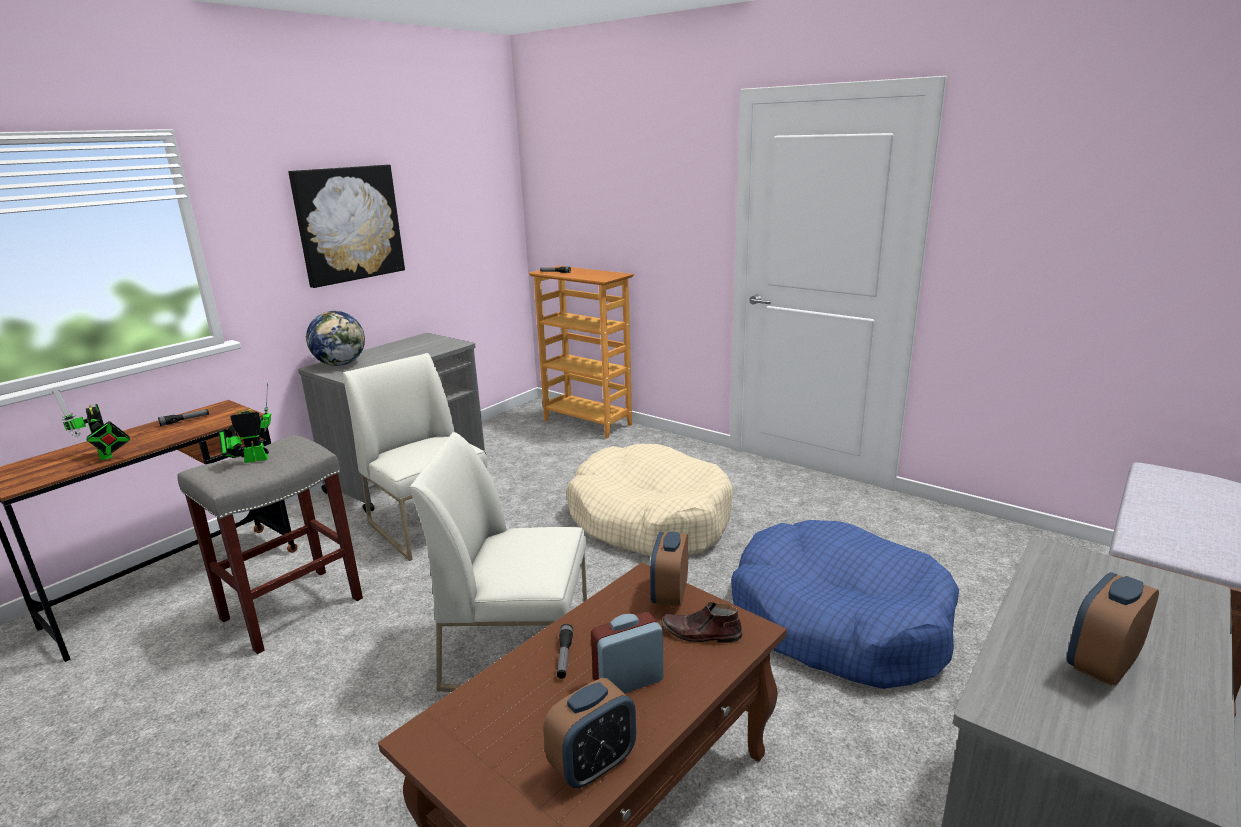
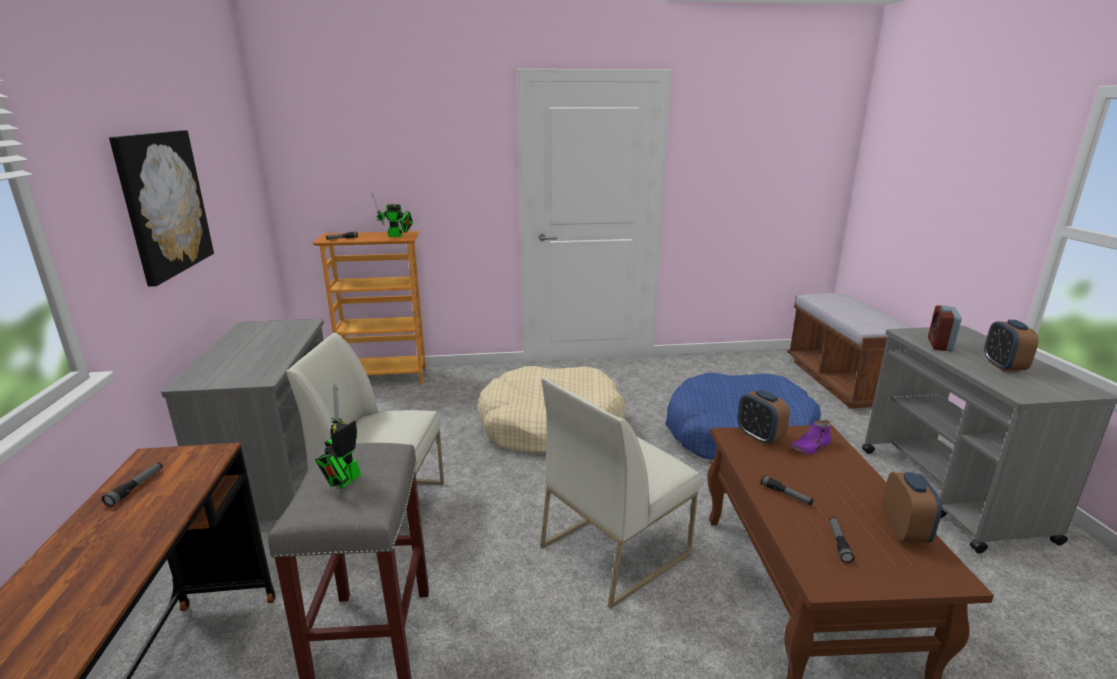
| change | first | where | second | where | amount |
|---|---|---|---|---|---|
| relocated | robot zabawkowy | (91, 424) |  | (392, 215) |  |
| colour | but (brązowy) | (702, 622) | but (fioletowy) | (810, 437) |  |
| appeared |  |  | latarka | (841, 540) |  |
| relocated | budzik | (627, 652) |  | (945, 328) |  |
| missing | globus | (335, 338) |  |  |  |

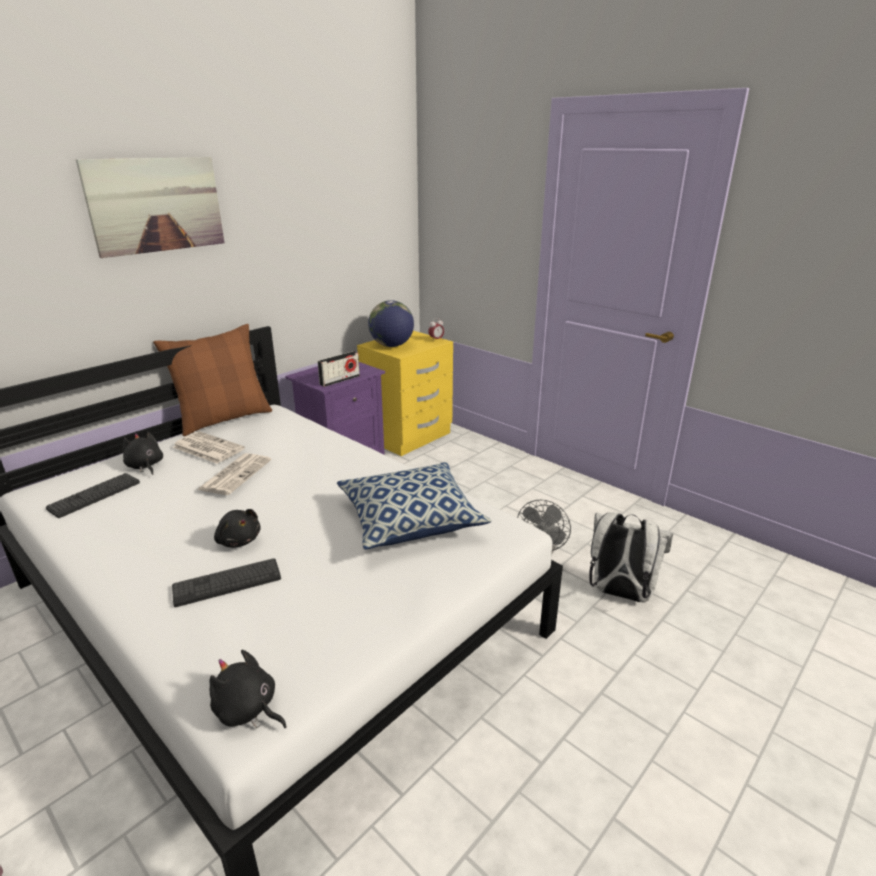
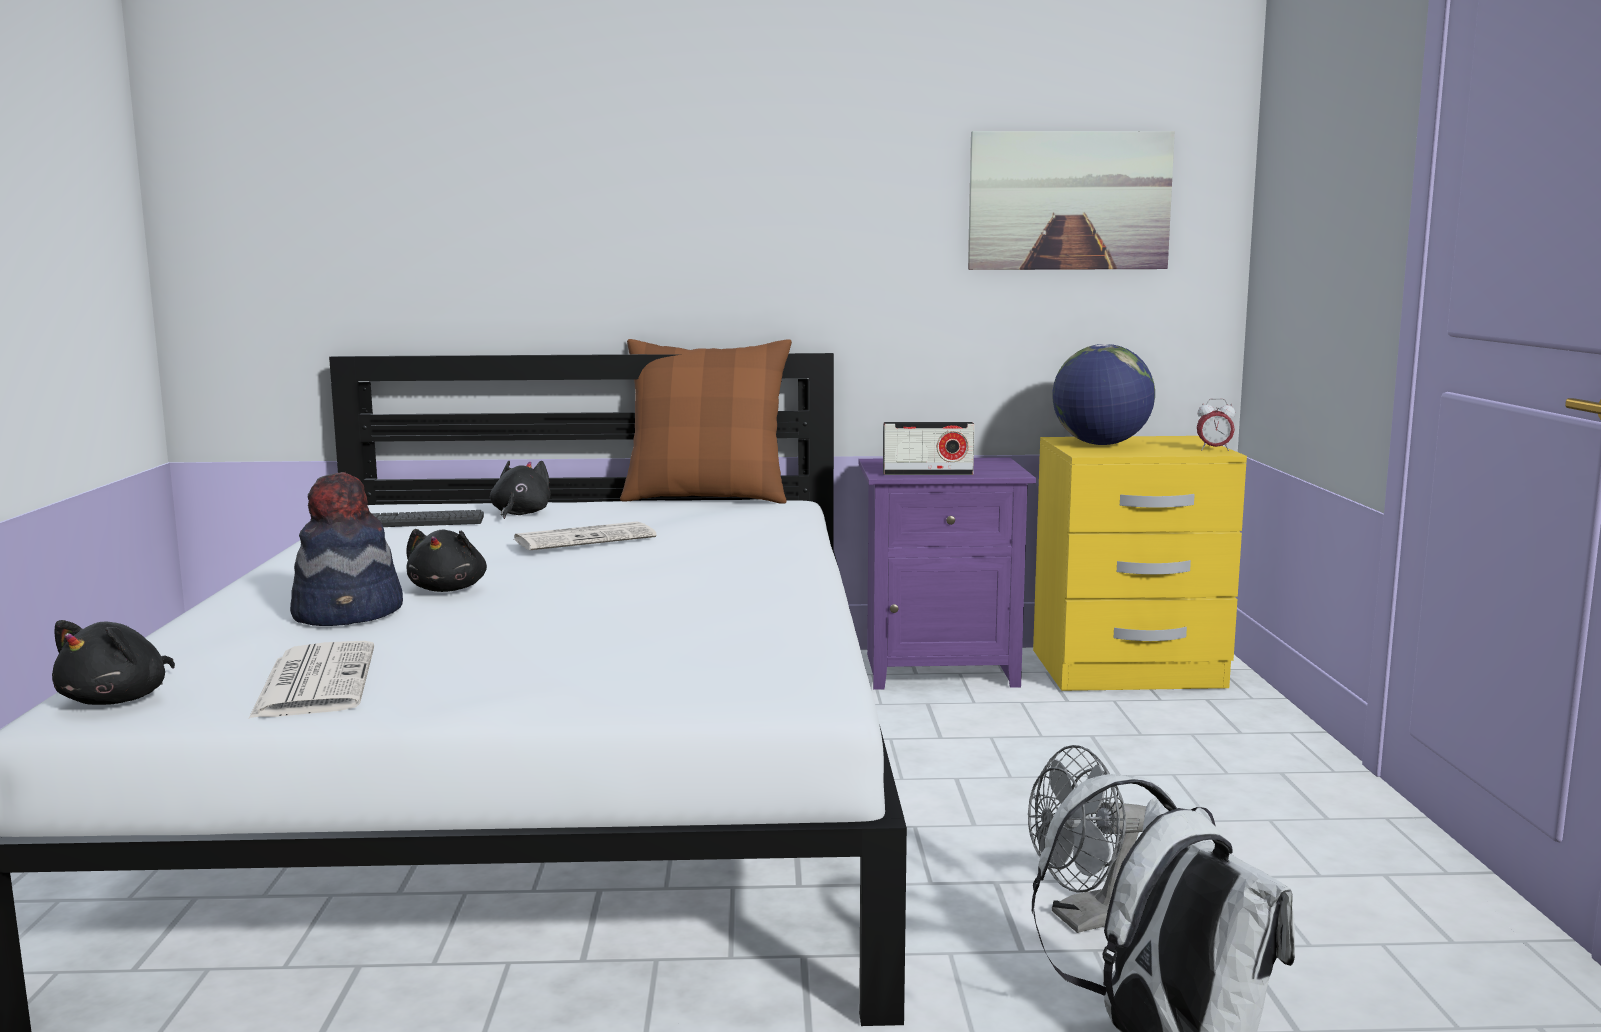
| change | first | where | second | where | amount |
|---|---|---|---|---|---|
| spun | pluszak (czarny) | (248, 689) |  | (113, 662) | 150 degrees counterclockwise |
| relocated | gazeta | (209, 447) |  | (311, 680) |  |
| exchanged | klawiatura | (226, 582) | kapelusz | (346, 549) |  |
| relocated | obraz | (150, 207) |  | (1071, 200) |  |
| missing | poduszka | (414, 506) |  |  |  |

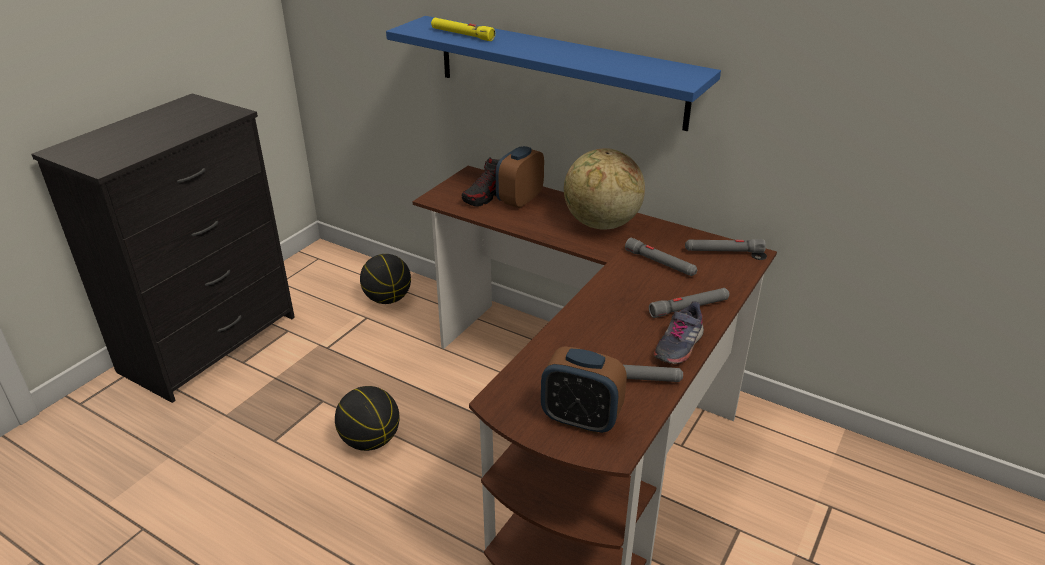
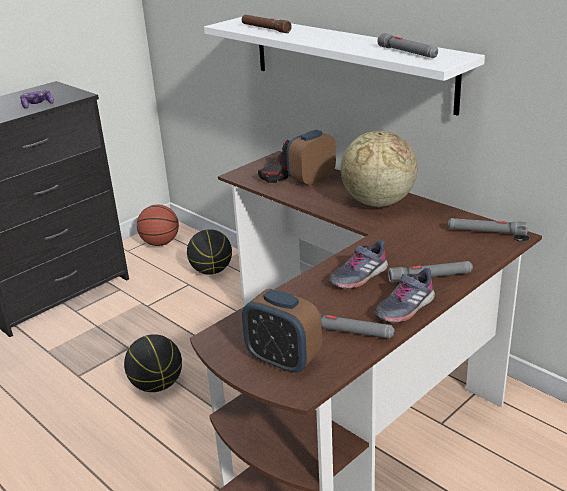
| change | first | where | second | where | amount |
|---|---|---|---|---|---|
| appeared |  |  | pad do gier | (37, 99) |  |
| appeared |  |  | piłka do koszykówki | (158, 225) |  |
| colour | półka (niebieski) | (553, 73) | półka (biały) | (344, 66) |  |
| colour | latarka (żółty) | (463, 29) | latarka (brązowy) | (267, 24) |  |
| appeared |  |  | but (szary) | (358, 264) |  |
| relocated | latarka (szary) | (661, 257) |  | (407, 45) |  |

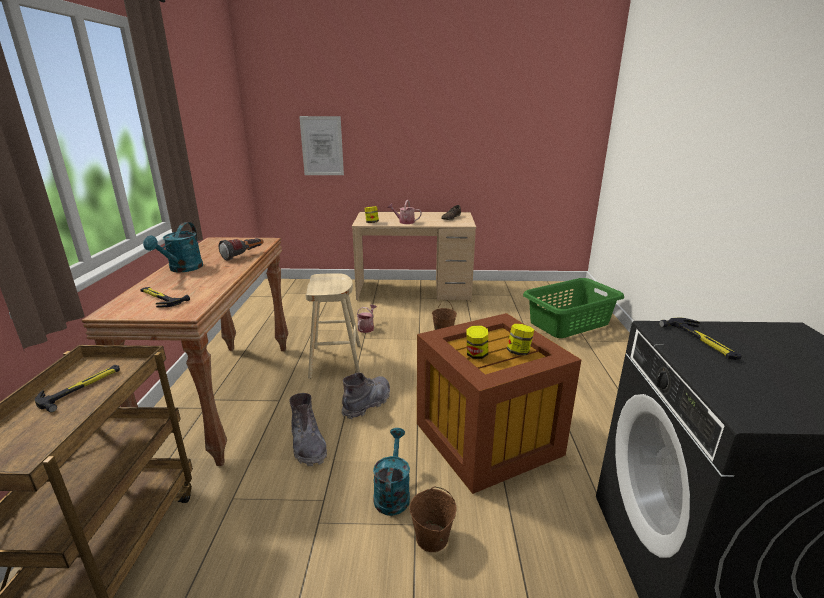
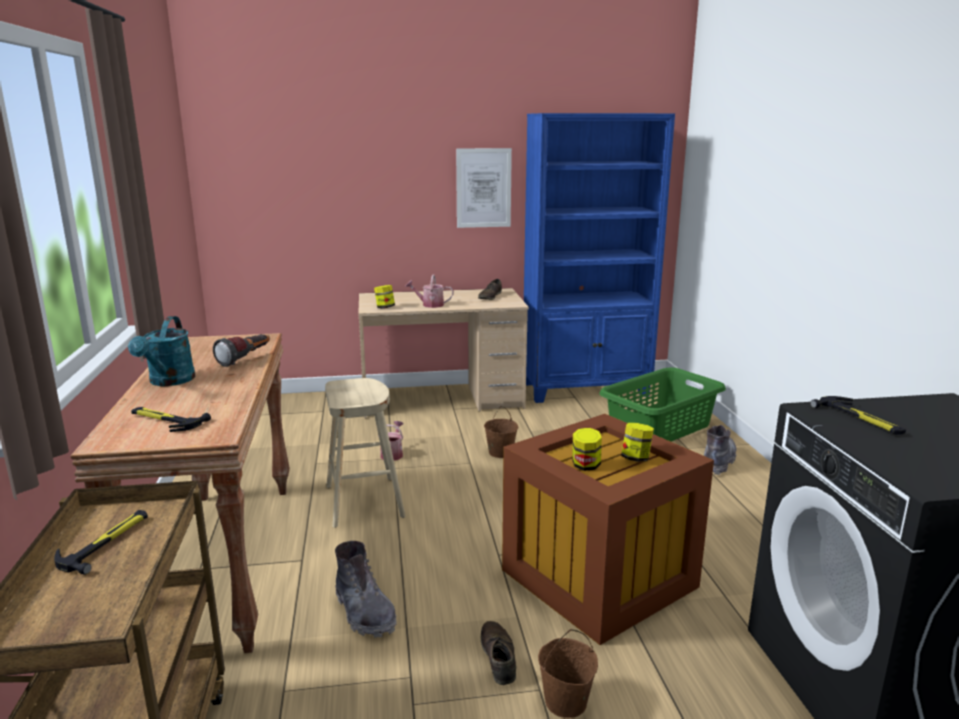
| change | first | where | second | where | amount |
|---|---|---|---|---|---|
| relocated | obraz | (321, 145) |  | (484, 188) |  |
| exchanged | konewka (turkusowy) | (391, 472) | but (brązowy) | (498, 653) |  |
| appeared |  |  | regał (niebieski) | (599, 258) |  |
| relocated | but z cholewką (szary) | (366, 395) |  | (720, 450) |  |

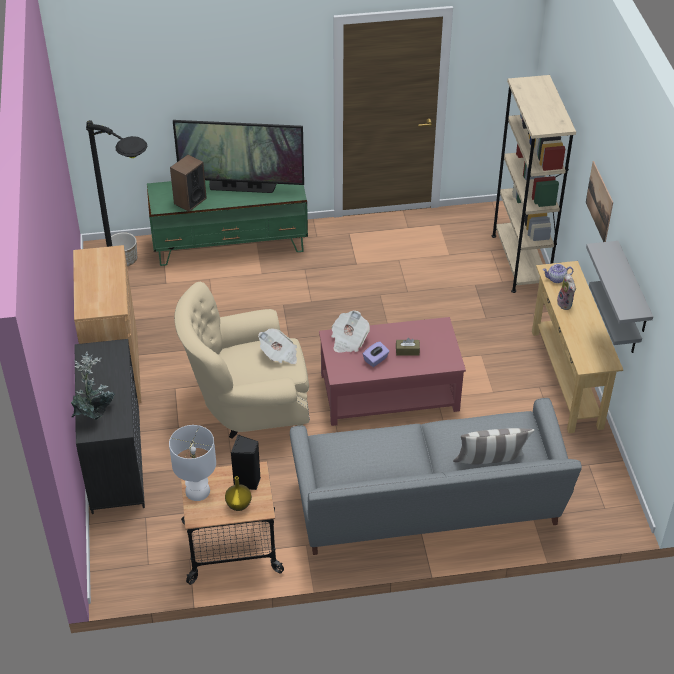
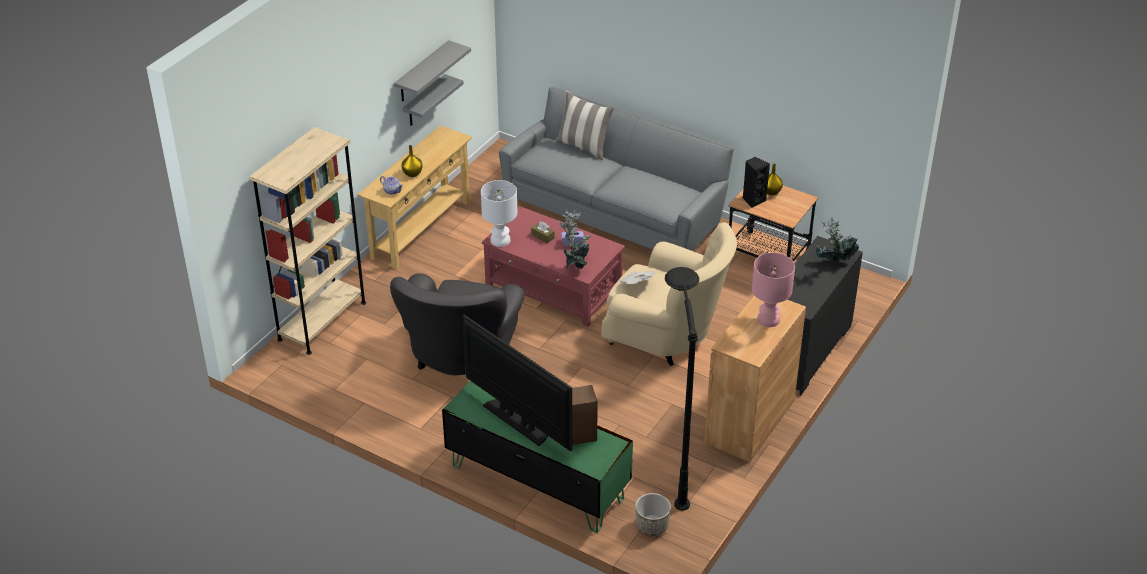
| change | first | where | second | where | amount |
|---|---|---|---|---|---|
| appeared |  |  | fotel (szary) | (457, 324) |  |
| exchanged | pluszak | (566, 292) | wazon (żółty) | (412, 161) |  |
| relocated | lampa stołowa (biały) | (192, 463) |  | (499, 213) |  |
| exchanged | gazeta | (350, 331) | roślina doniczkowa | (574, 239) |  |
| appeared |  |  | lampa stołowa (różowy) | (773, 290) |  |
| missing | obraz | (599, 201) |  |  |  |

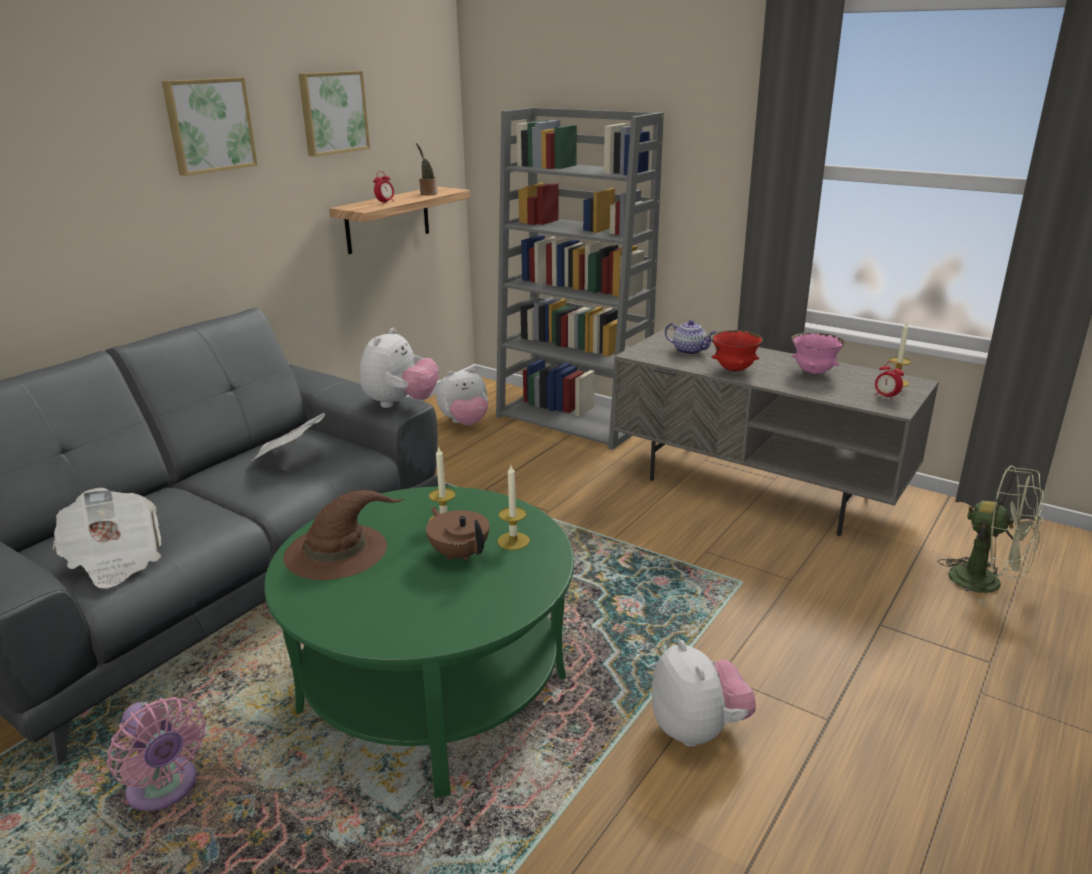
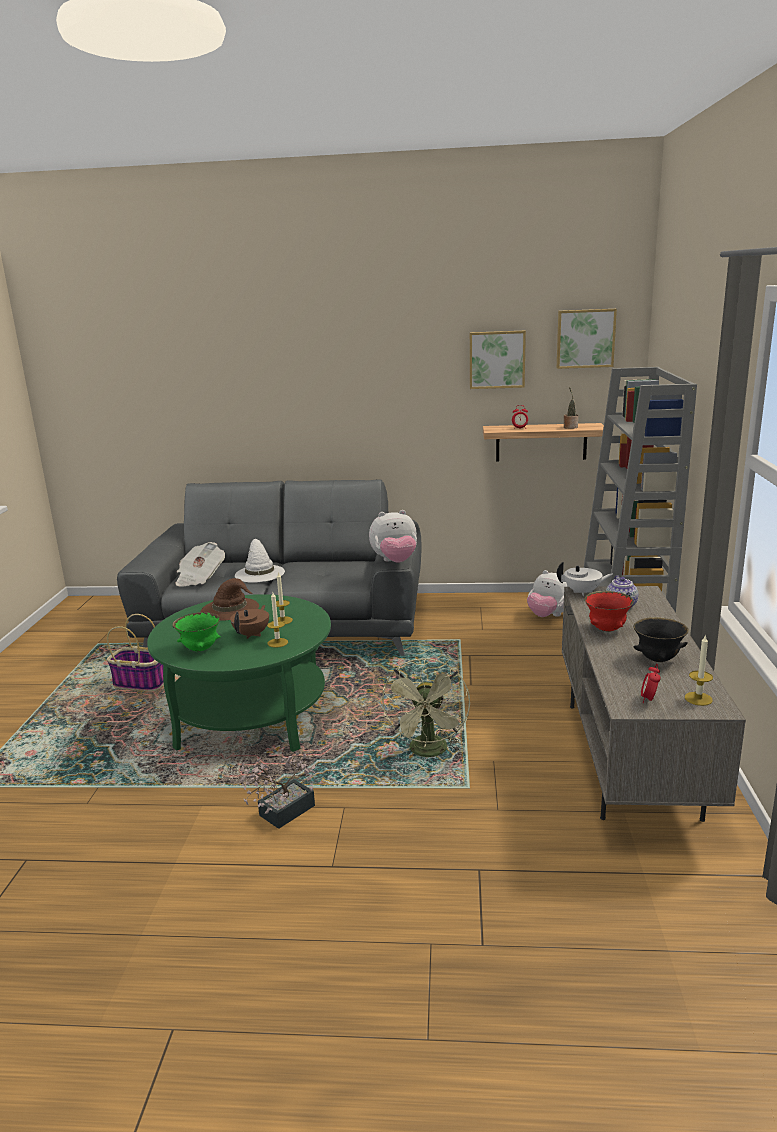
| change | first | where | second | where | amount |
|---|---|---|---|---|---|
| exchanged | wentylator (różowy) | (156, 754) | koszyk | (135, 652) |  |
| appeared |  |  | miska (zielony) | (196, 631) |  |
| appeared |  |  | kapelusz (biały) | (260, 561) |  |
| exchanged | pluszak | (704, 693) | roślina doniczkowa | (277, 790) |  |
| relocated | wentylator (zielony) | (990, 535) |  | (426, 707) |  |
| relocated | obraz | (210, 126) |  | (587, 339) |  |
| appeared |  |  | imbryk (biały) | (585, 579) |  |
| colour | miska (różowy) | (818, 353) | miska (czarny) | (661, 639) |  |
| missing | gazeta | (288, 437) |  |  |  |

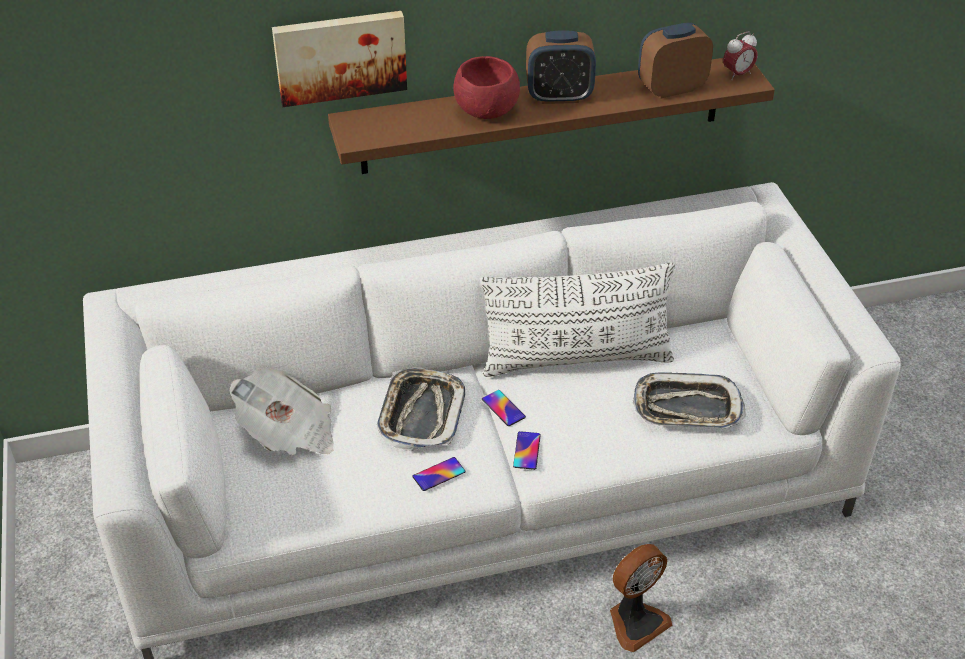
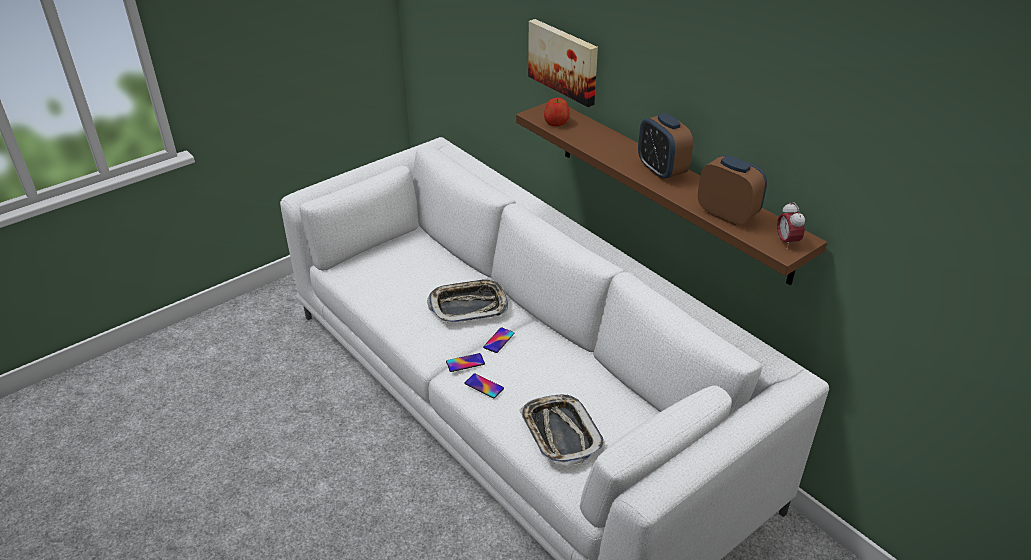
| change | first | where | second | where | amount |
|---|---|---|---|---|---|
| relocated | telefon | (439, 474) |  | (484, 385) |  |
| appeared |  |  | jabłko | (557, 112) |  |
| spun | budzik | (740, 56) |  | (791, 225) | 45 degrees clockwise |
| missing | gazeta | (281, 411) |  |  |  |
| missing | miska (czerwony) | (486, 87) |  |  |  |
| missing | poduszka (biały) | (577, 320) |  |  |  |
| missing | wentylator | (641, 598) |  |  |  |

